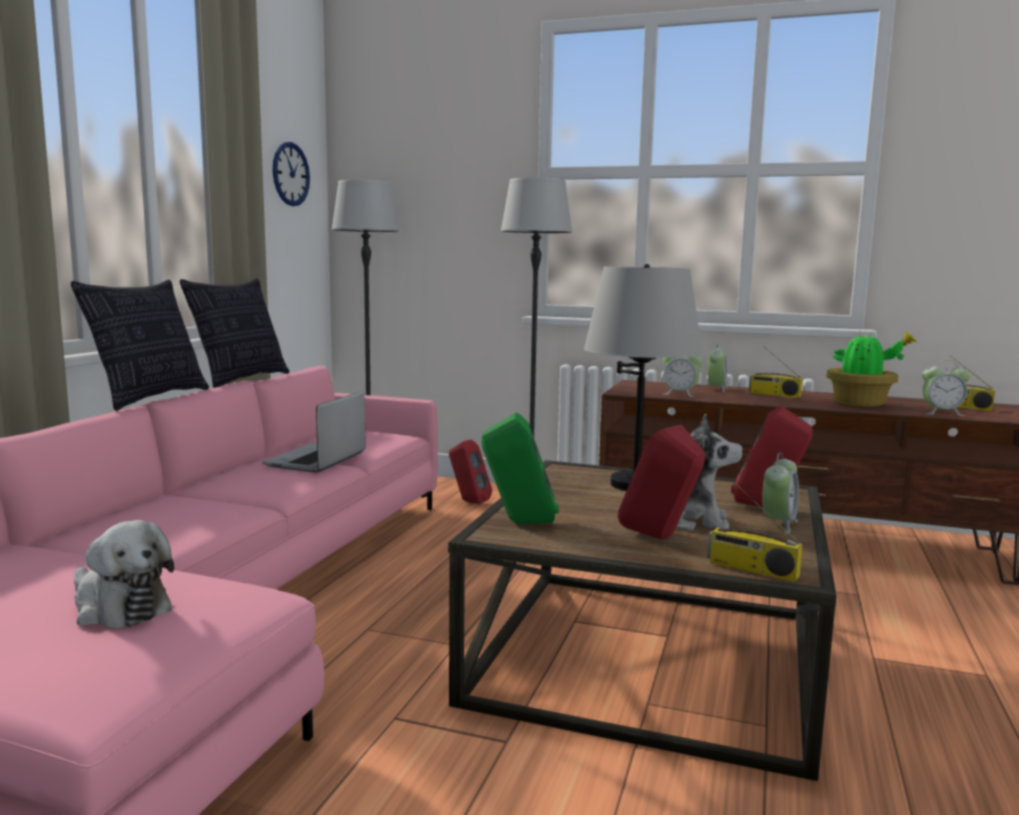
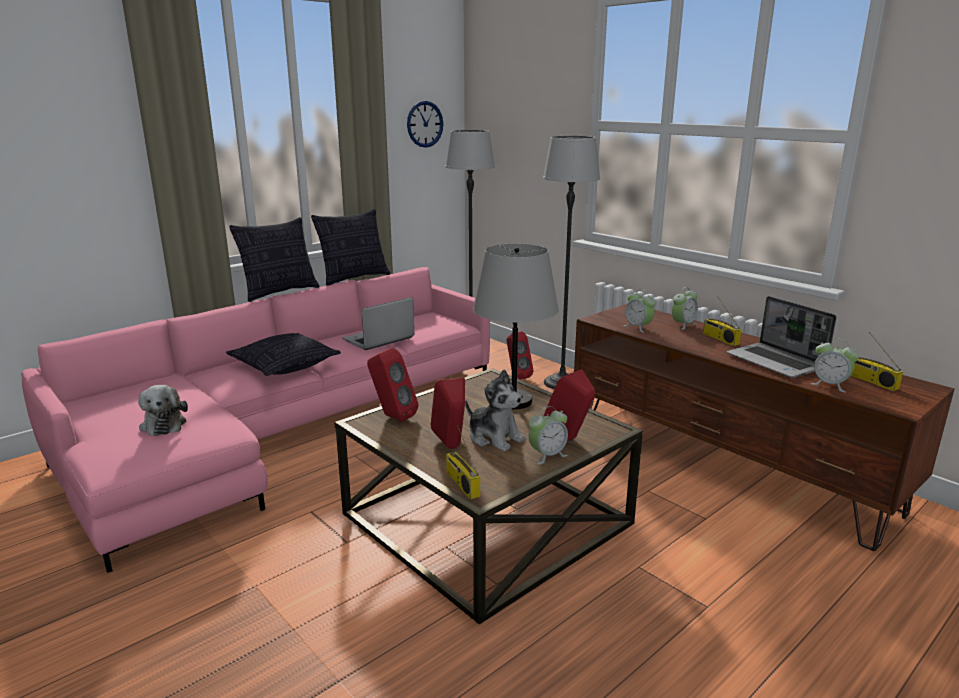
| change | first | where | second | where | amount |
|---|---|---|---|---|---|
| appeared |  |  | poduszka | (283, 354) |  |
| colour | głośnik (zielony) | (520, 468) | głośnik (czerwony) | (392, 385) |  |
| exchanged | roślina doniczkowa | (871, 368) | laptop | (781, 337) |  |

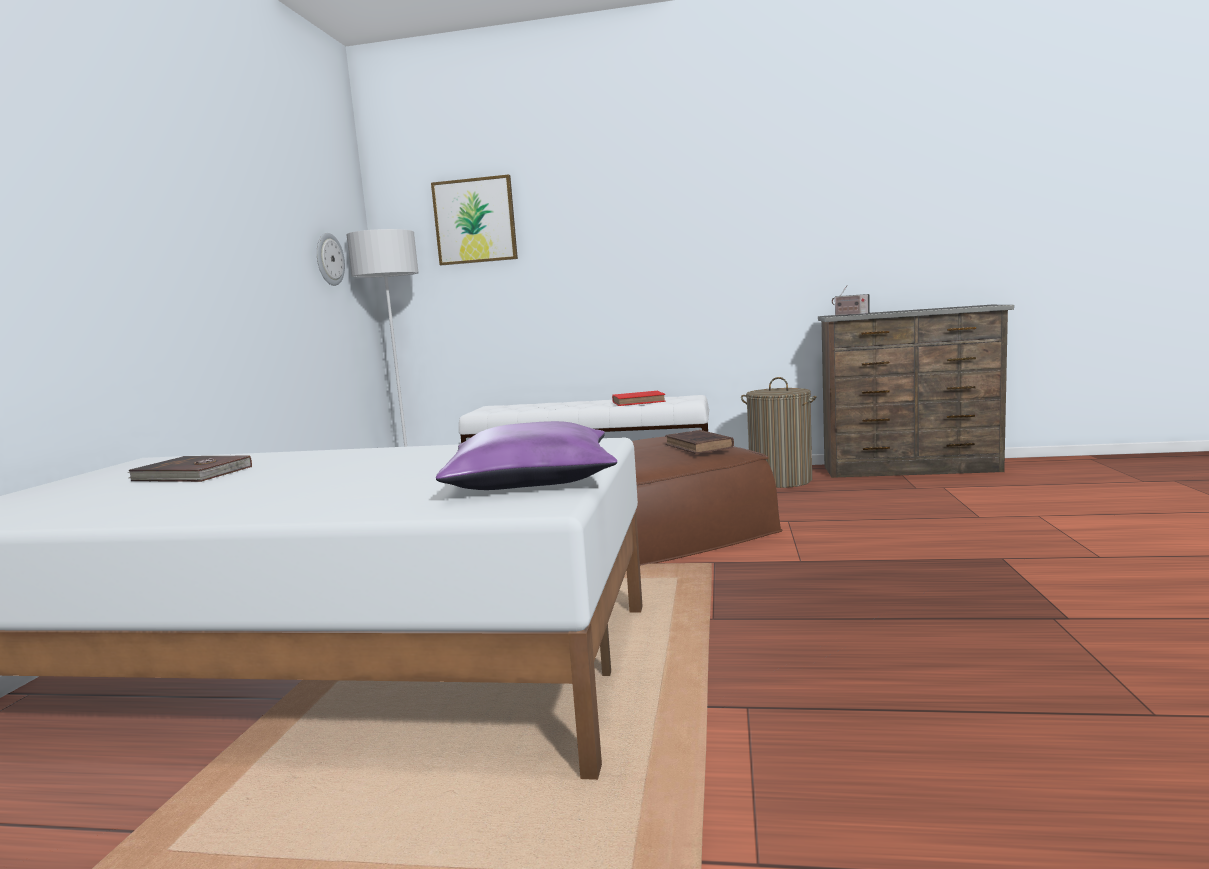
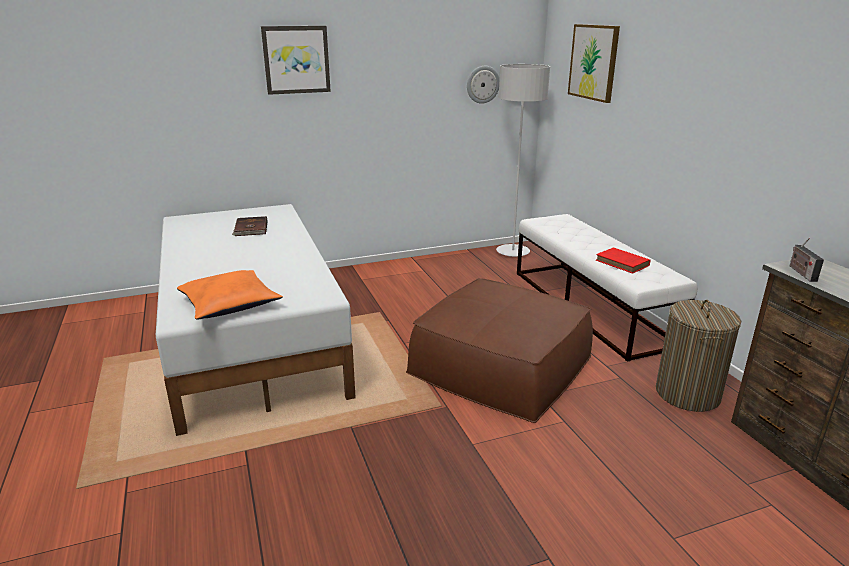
| change | first | where | second | where | amount |
|---|---|---|---|---|---|
| colour | poduszka (fioletowy) | (526, 455) | poduszka (pomarańczowy) | (230, 294) |  |
| appeared |  |  | obraz | (296, 60) |  |
| missing | książka (brązowy) | (699, 442) |  |  |  |

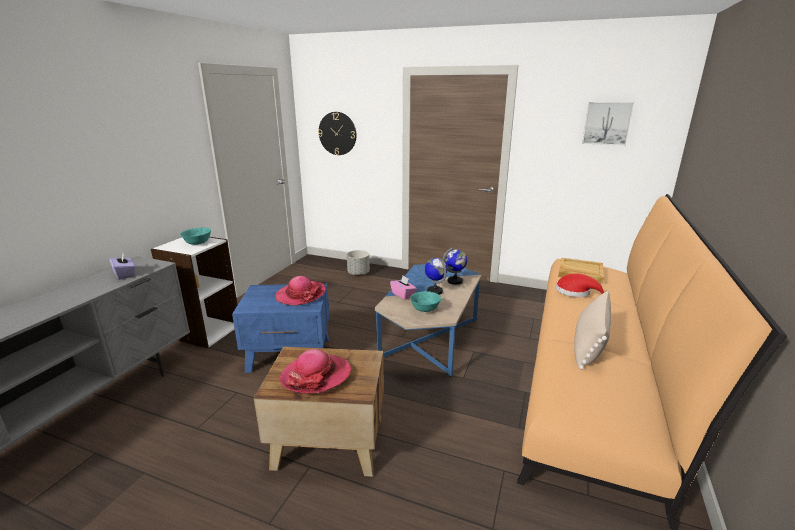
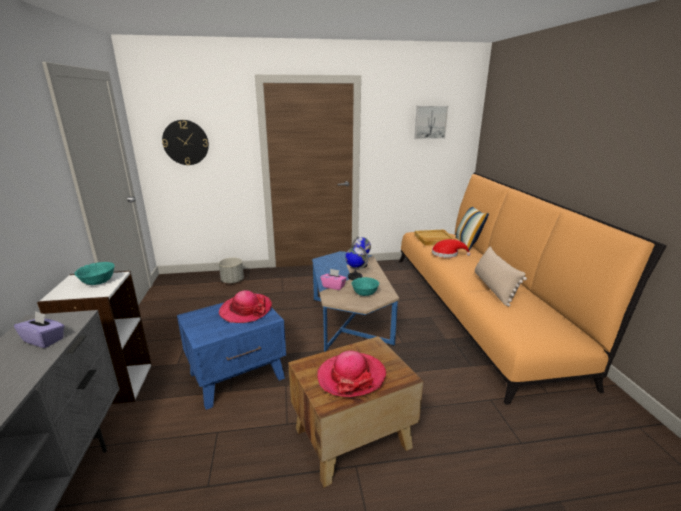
| change | first | where | second | where | amount |
|---|---|---|---|---|---|
| appeared |  |  | poduszka | (472, 228) |  |

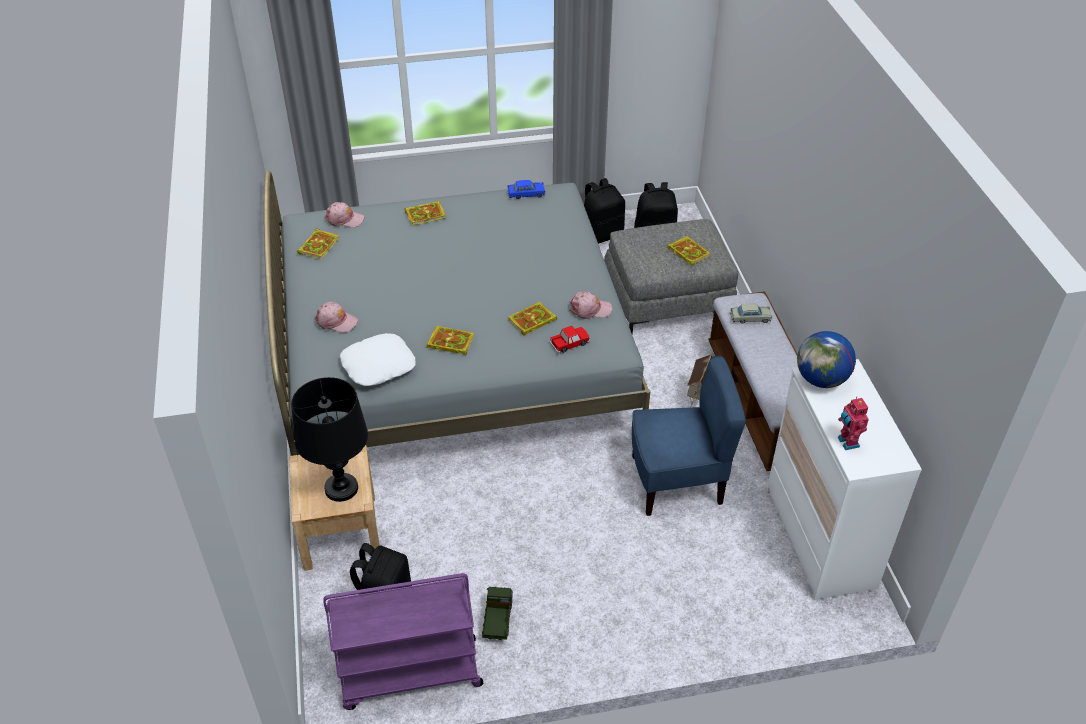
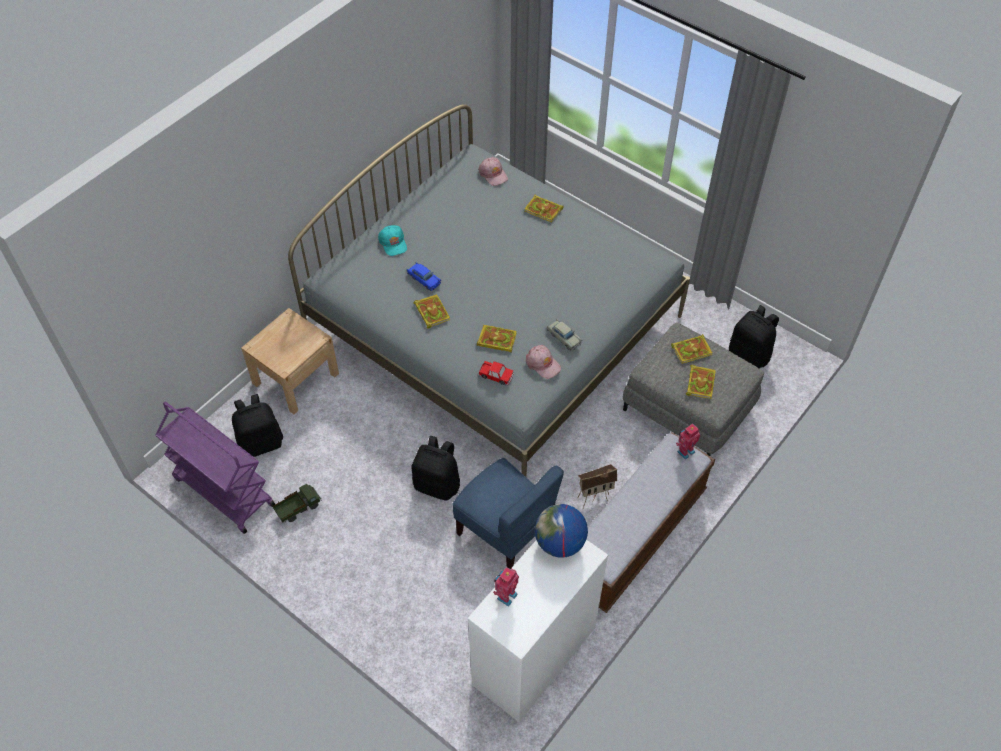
| change | first | where | second | where | amount |
|---|---|---|---|---|---|
| colour | czapka z daszkiem (różowy) | (336, 317) | czapka z daszkiem (turkusowy) | (392, 240) |  |
| relocated | samochodzik (niebieski) | (526, 189) |  | (424, 277) |  |
| relocated | plecak (czarny) | (604, 211) |  | (436, 468) |  |
| relocated | samochodzik (beżowy) | (751, 314) |  | (564, 335) |  |
| relocated | książka | (318, 243) |  | (692, 349) |  |
| appeared |  |  | robot zabawkowy | (688, 442) |  |
| missing | lampa stołowa (czarny) | (329, 439) |  |  |  |
| missing | poduszka (biały) | (377, 359) |  |  |  |

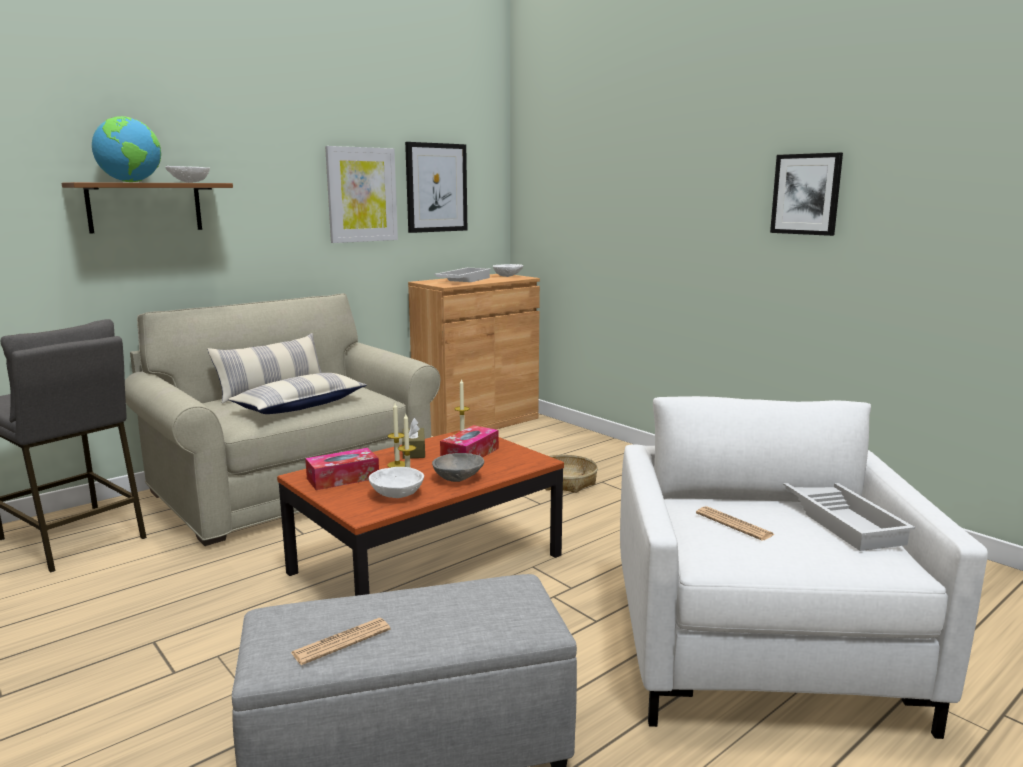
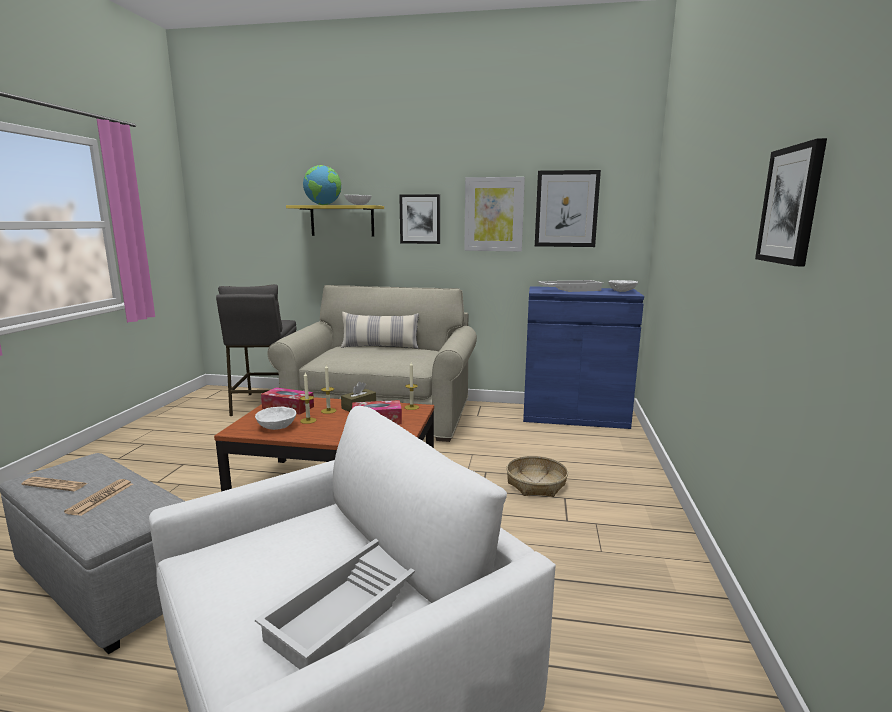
| change | first | where | second | where | amount |
|---|---|---|---|---|---|
| relocated | gazeta | (735, 523) |  | (98, 497) |  |
| colour | półka (brązowy) | (147, 207) | półka (żółty) | (335, 220) |  |
| appeared |  |  | obraz | (419, 219) |  |
| colour | szafka (brązowy) | (474, 355) | szafka (niebieski) | (583, 357) |  |
| missing | poduszka | (297, 393) |  |  |  |
| missing | miska (szary) | (458, 467) |  |  |  |

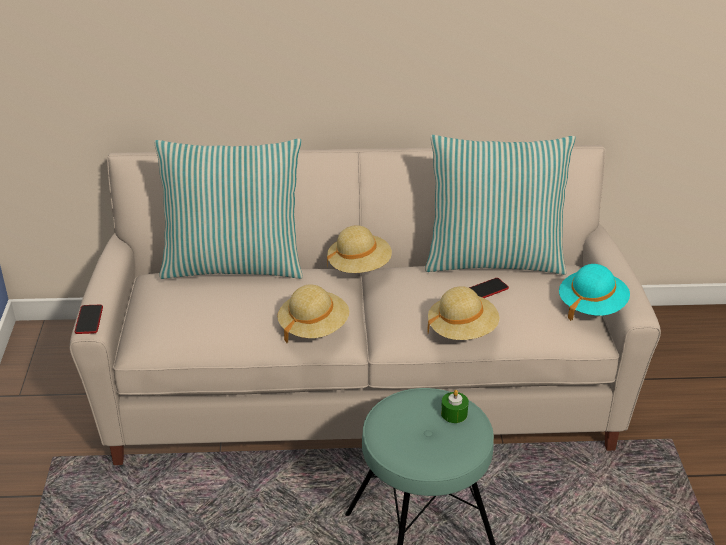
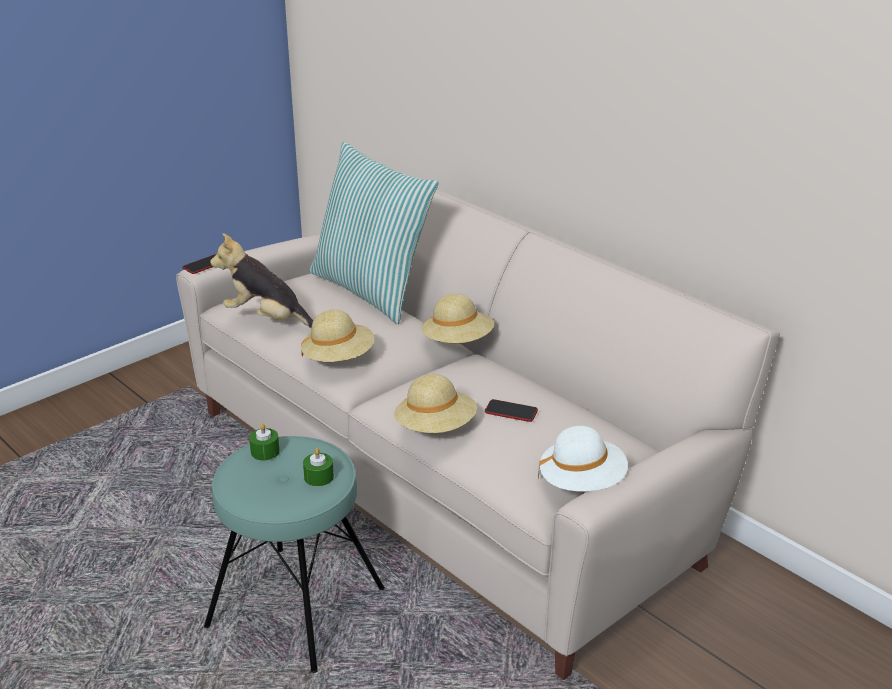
| change | first | where | second | where | amount |
|---|---|---|---|---|---|
| appeared |  |  | pluszak | (262, 280) |  |
| appeared |  |  | świeca (zielony) | (264, 441) |  |
| colour | kapelusz (turkusowy) | (594, 292) | kapelusz (biały) | (583, 459) |  |
| missing | poduszka | (500, 205) |  |  |  |

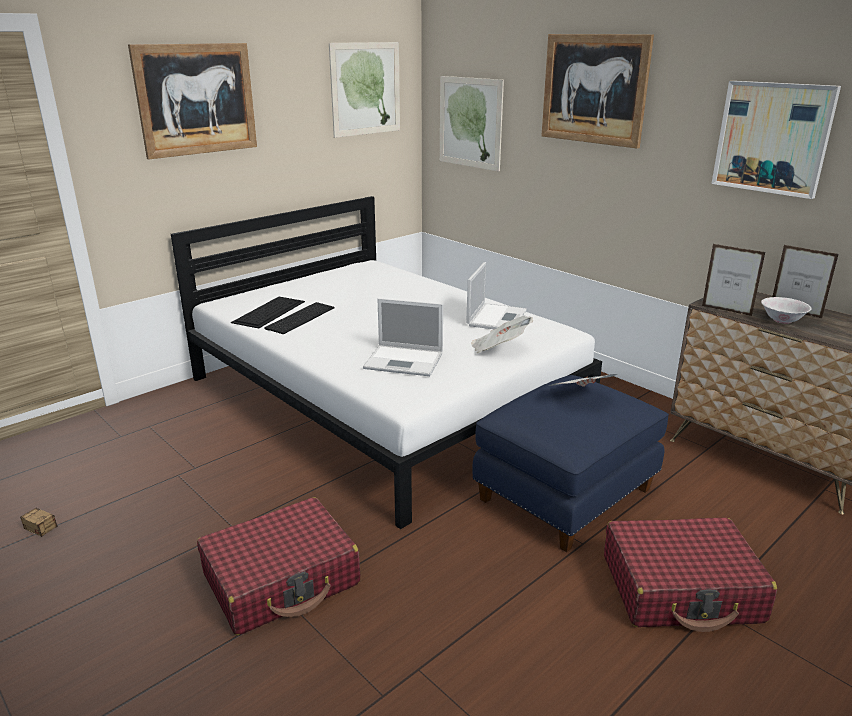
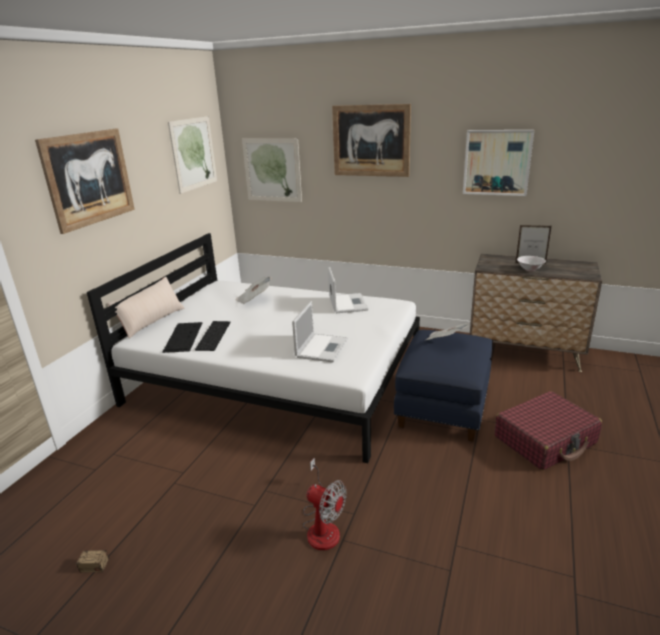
| change | first | where | second | where | amount |
|---|---|---|---|---|---|
| appeared |  |  | poduszka (beżowy) | (146, 307) |  |
| relocated | gazeta | (502, 334) |  | (254, 290) |  |
| spun | laptop | (403, 337) |  | (320, 331) | 60 degrees counterclockwise |
| exchanged | walizka (czerwony) | (278, 566) | wentylator | (324, 504) |  |
| missing | ramka na zdjęcie | (734, 280) |  |  |  |

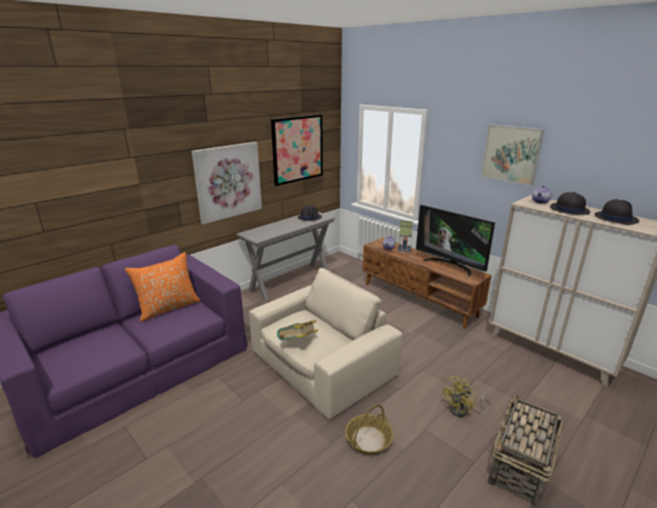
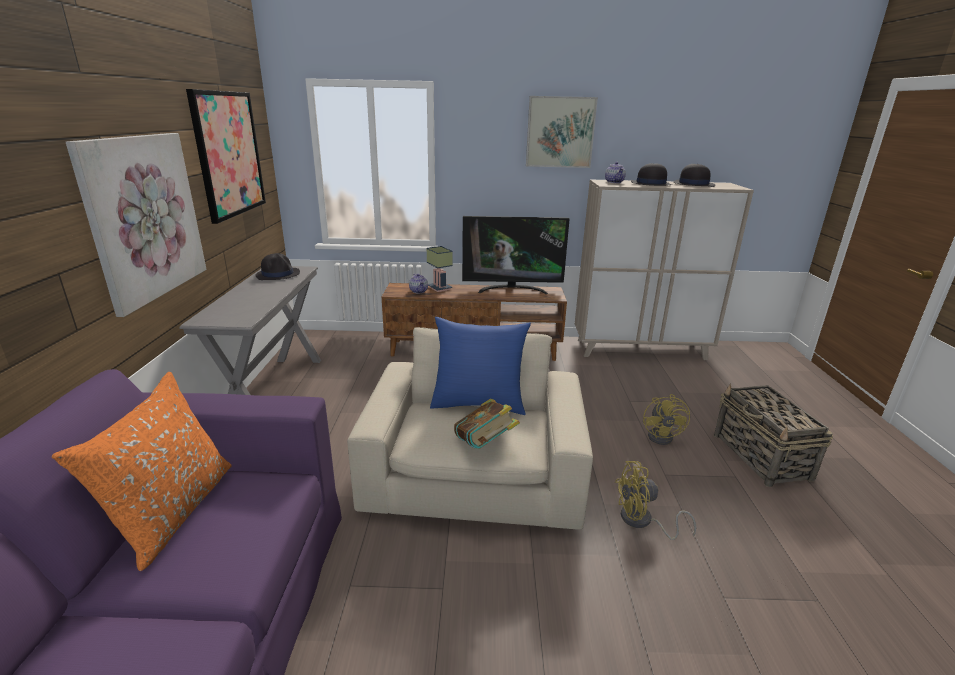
| change | first | where | second | where | amount |
|---|---|---|---|---|---|
| appeared |  |  | poduszka (niebieski) | (480, 366) |  |
| exchanged | koszyk | (369, 429) | wentylator (żółty) | (655, 500) |  |

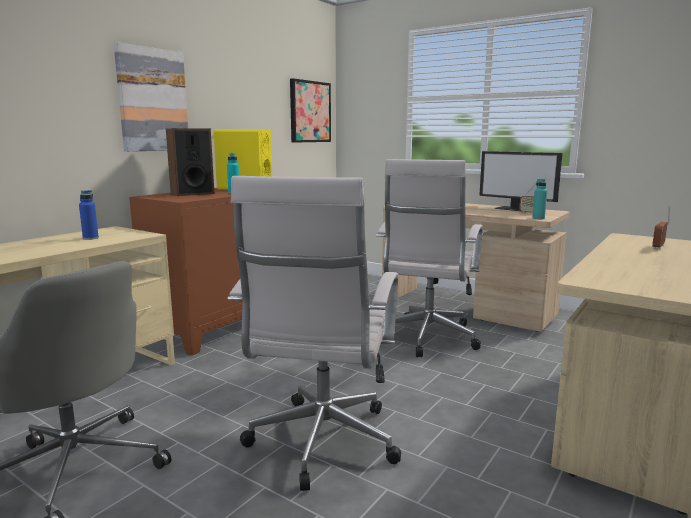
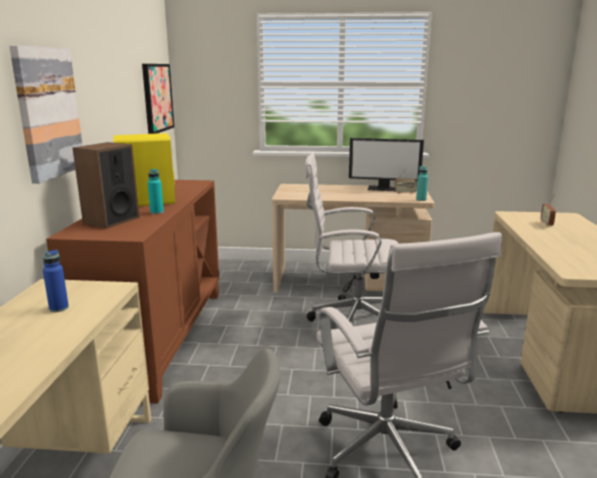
| change | first | where | second | where | amount |
|---|---|---|---|---|---|
| spun | krzesło biurowe (biały) | (429, 258) |  | (352, 237) | 105 degrees clockwise |

